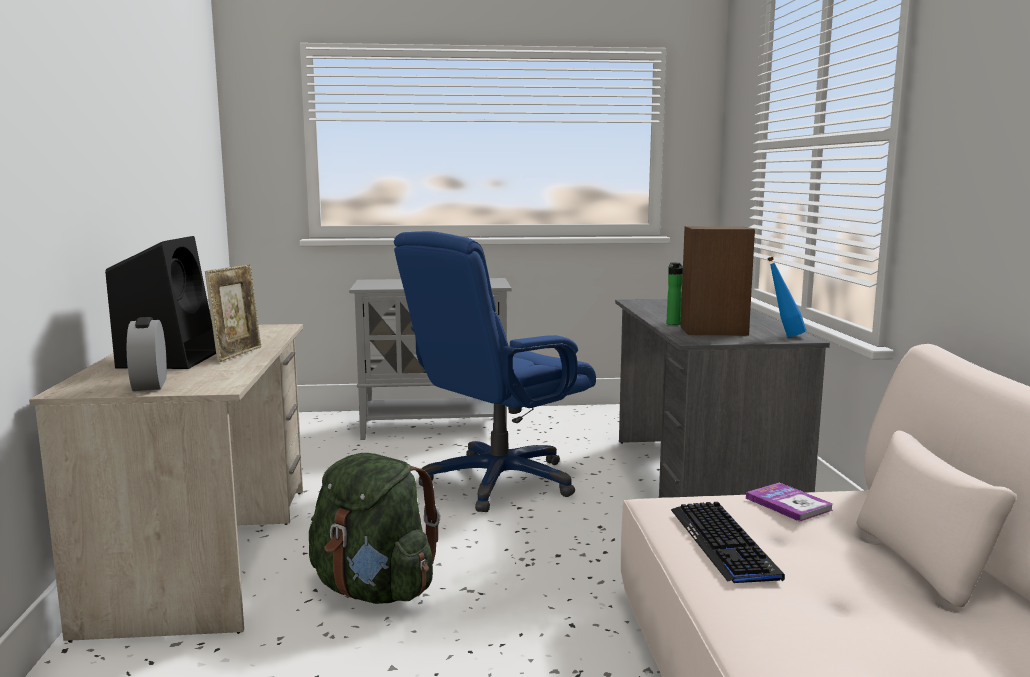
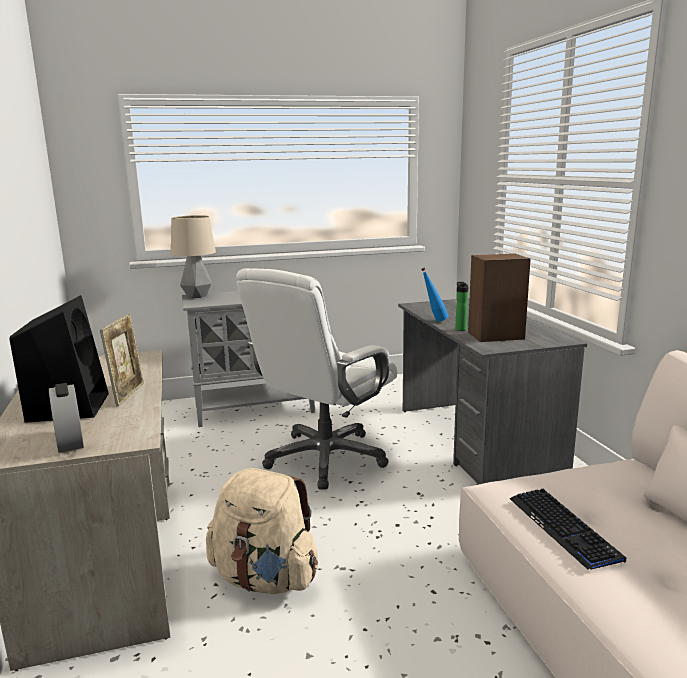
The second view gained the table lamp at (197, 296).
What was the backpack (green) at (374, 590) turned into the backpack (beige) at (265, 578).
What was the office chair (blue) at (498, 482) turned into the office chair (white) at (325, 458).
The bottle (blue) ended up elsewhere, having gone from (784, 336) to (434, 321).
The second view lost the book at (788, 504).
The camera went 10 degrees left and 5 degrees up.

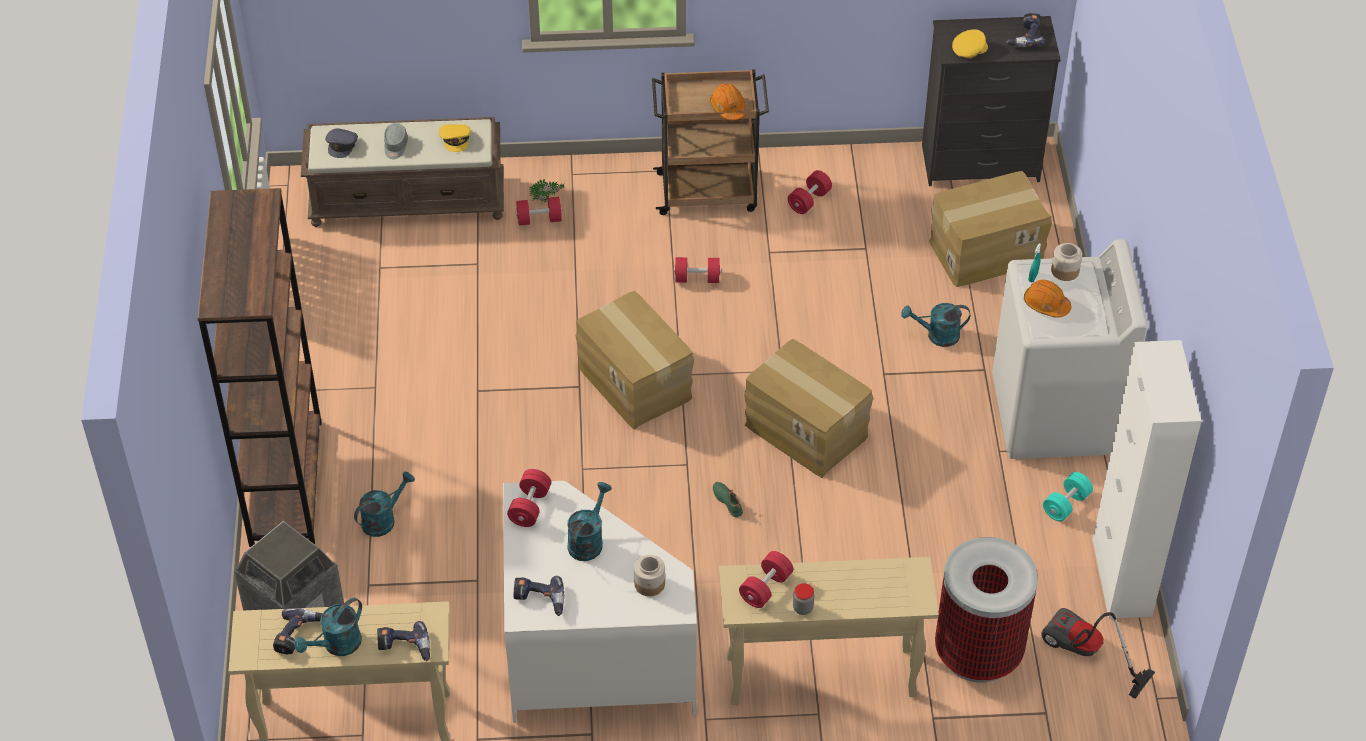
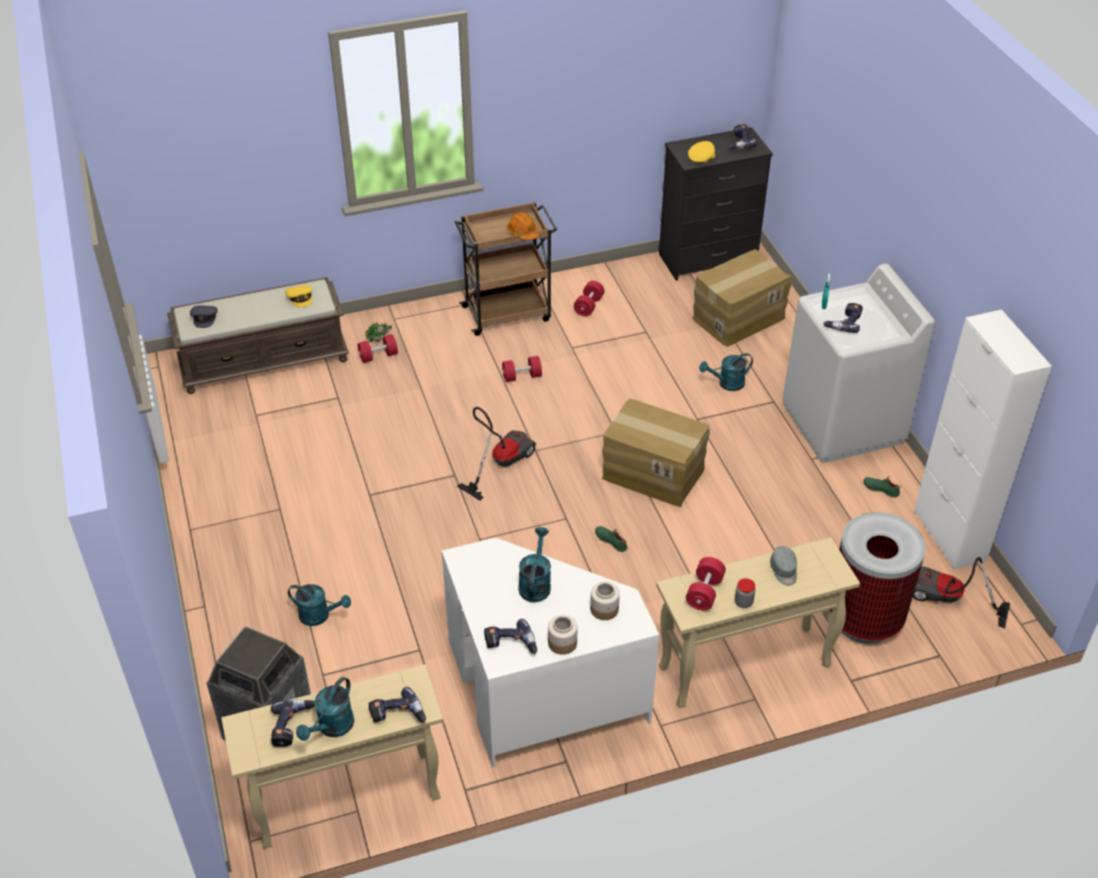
The watering can (turquoise) at (383, 519) ended up facing another way, 75 degrees clockwise from before.
Where the cardboard box stood at (636, 382), the vacuum cleaner came to stand at (500, 463).
The jar ended up elsewhere, having gone from (1064, 271) to (562, 643).
The cap (grey) ended up elsewhere, having gone from (395, 146) to (784, 571).
Where the hard hat (orange) stood at (1046, 304), the power drill came to stand at (843, 323).
Where the dumbbell (turquoise) stood at (1066, 505), the shoe (green) came to stand at (881, 489).
The second view lost the bookcase (brown) at (286, 482).
The second view lost the dumbbell (red) at (530, 507).
The camera went 15 degrees left and 5 degrees down.

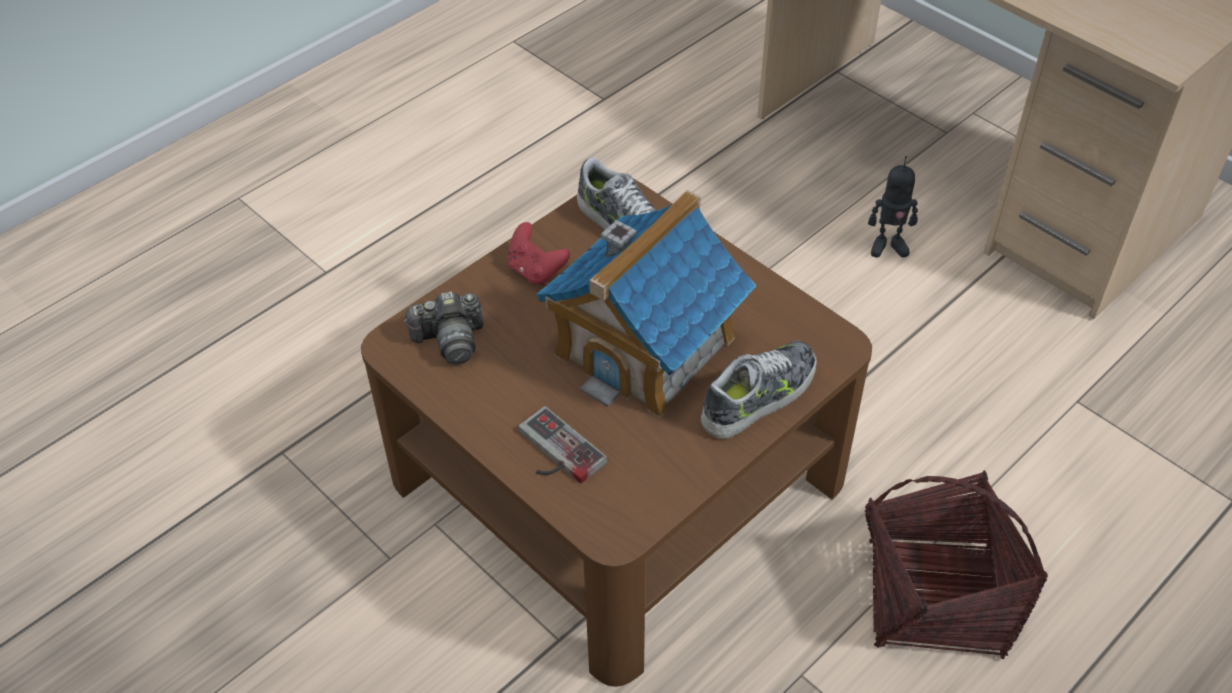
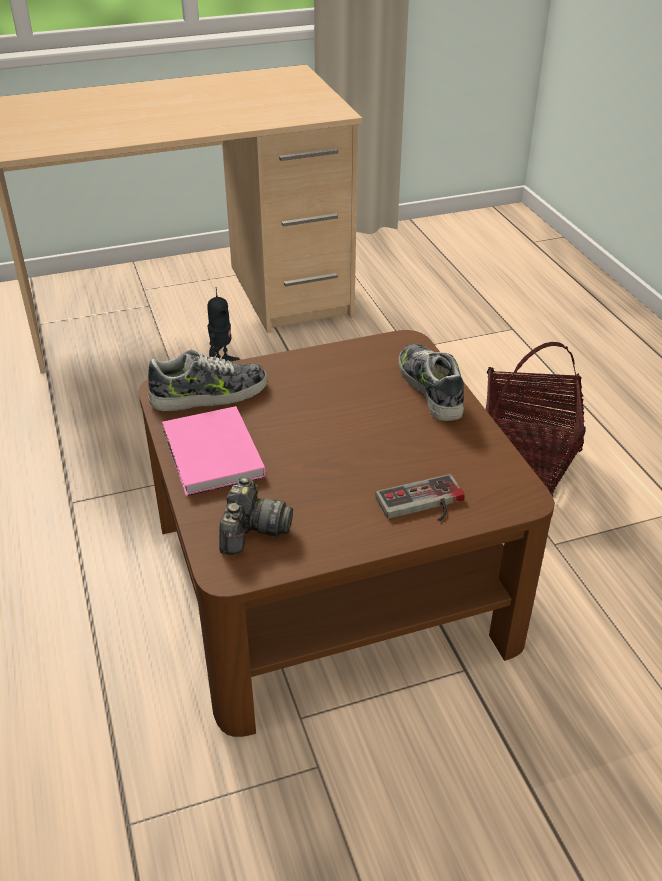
Where the game controller (red) stood at (535, 270), the book (pink) came to stand at (212, 456).
The second view lost the toy house at (646, 346).
The camera went 65 degrees left and 10 degrees down.

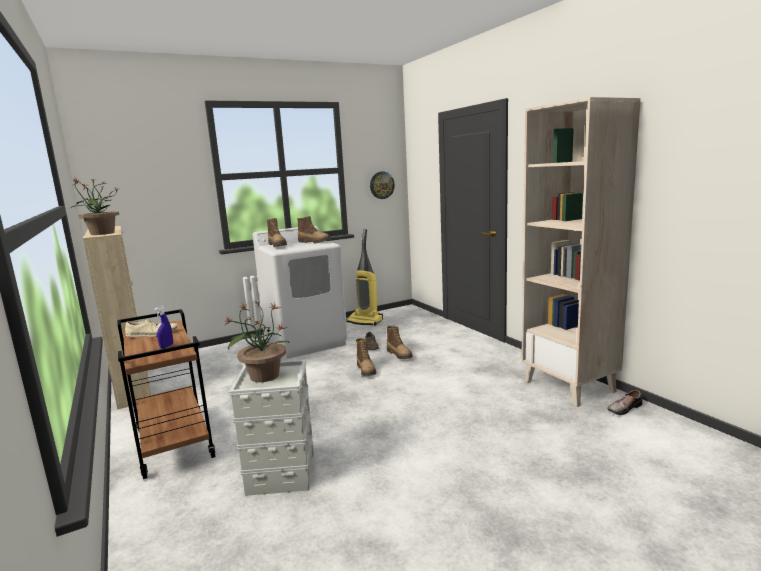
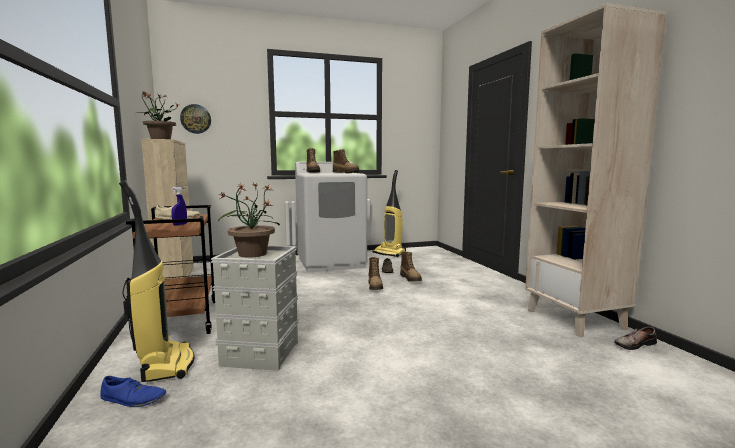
The second view gained the shoe (blue) at (133, 399).
The second view gained the vacuum cleaner at (165, 364).
The wall clock ended up elsewhere, having gone from (381, 185) to (196, 119).
The camera went 10 degrees right and 5 degrees down.

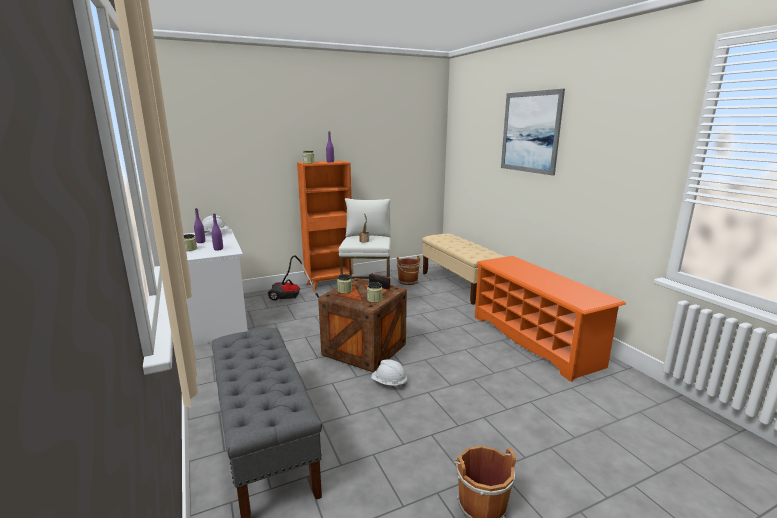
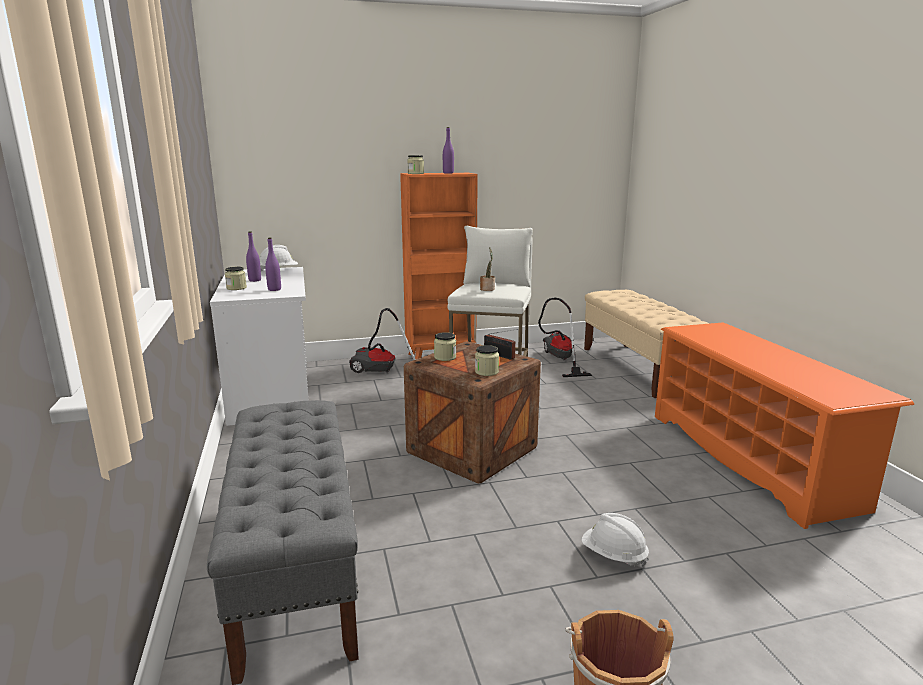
Where the bucket (brown) stood at (408, 282), the vacuum cleaner came to stand at (559, 360).
The hard hat (white) ended up elsewhere, having gone from (389, 383) to (613, 555).
The second view lost the picture at (530, 132).
The camera went 10 degrees right and 0 degrees up.

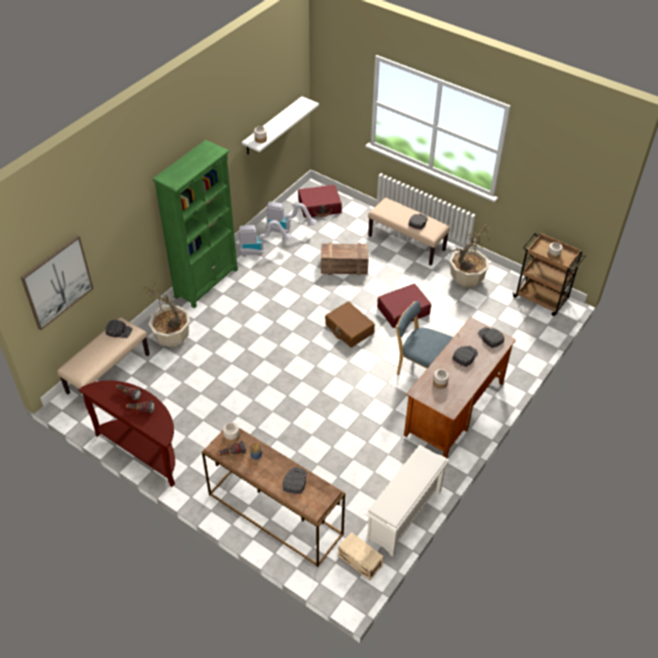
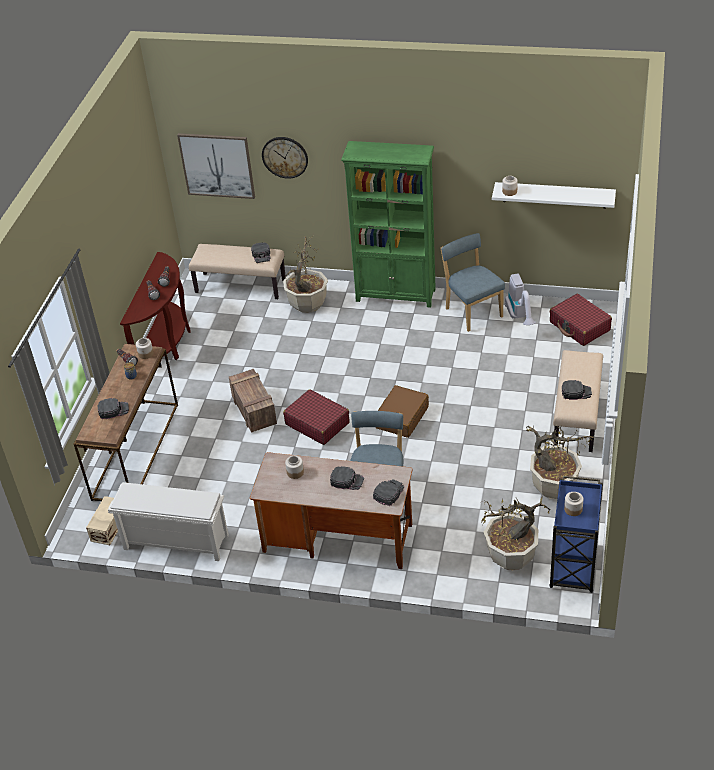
The crate ended up elsewhere, having gone from (345, 267) to (254, 410).
The second view gained the wall clock at (285, 157).
The suitcase (red) ended up elsewhere, having gone from (403, 311) to (317, 423).
Where the vacuum cleaner stood at (261, 250), the chair (blue) came to stand at (472, 311).
The second view gained the potted plant at (510, 557).
What was the cart (brown) at (541, 298) turned into the cart (blue) at (573, 567).
The camera went 70 degrees right and 5 degrees down.

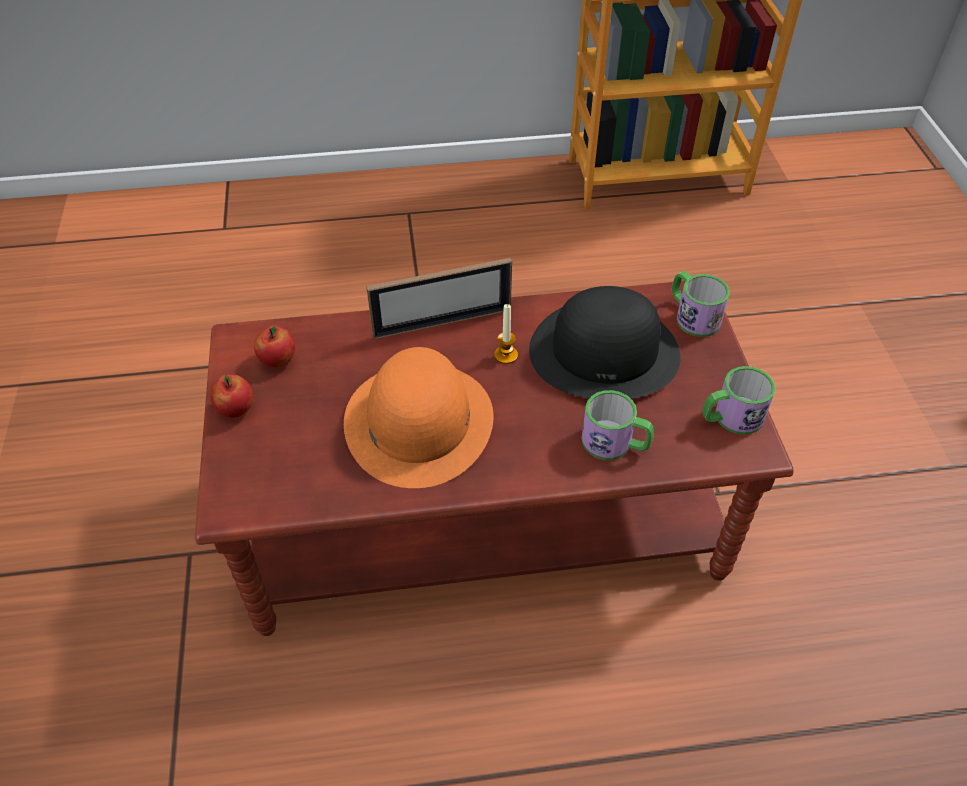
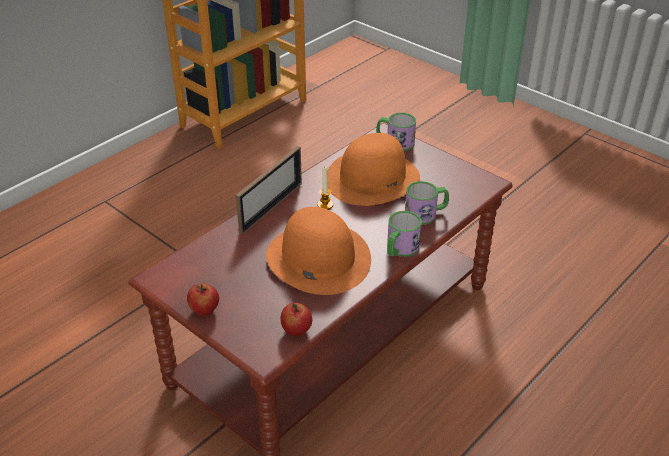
The apple ended up elsewhere, having gone from (278, 361) to (296, 330).
What was the hat (black) at (605, 351) turned into the hat (orange) at (372, 178).
The mug ended up elsewhere, having gone from (731, 418) to (400, 249).
The camera went 40 degrees left and 10 degrees down.

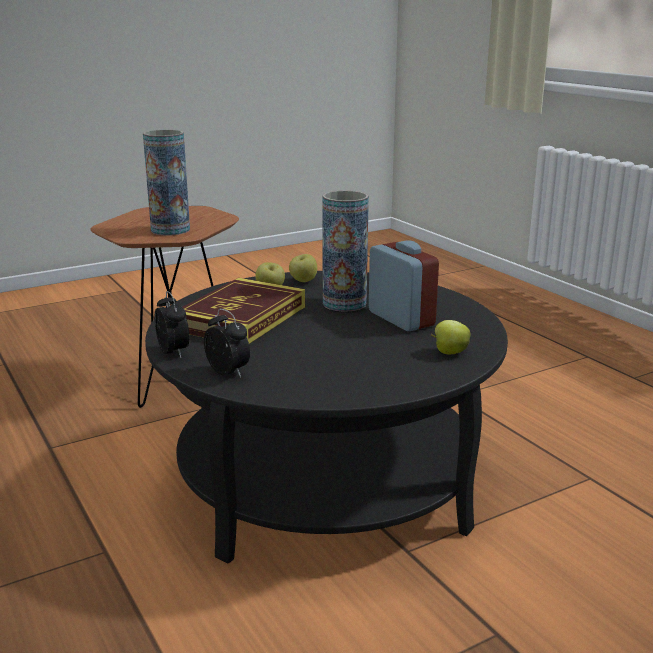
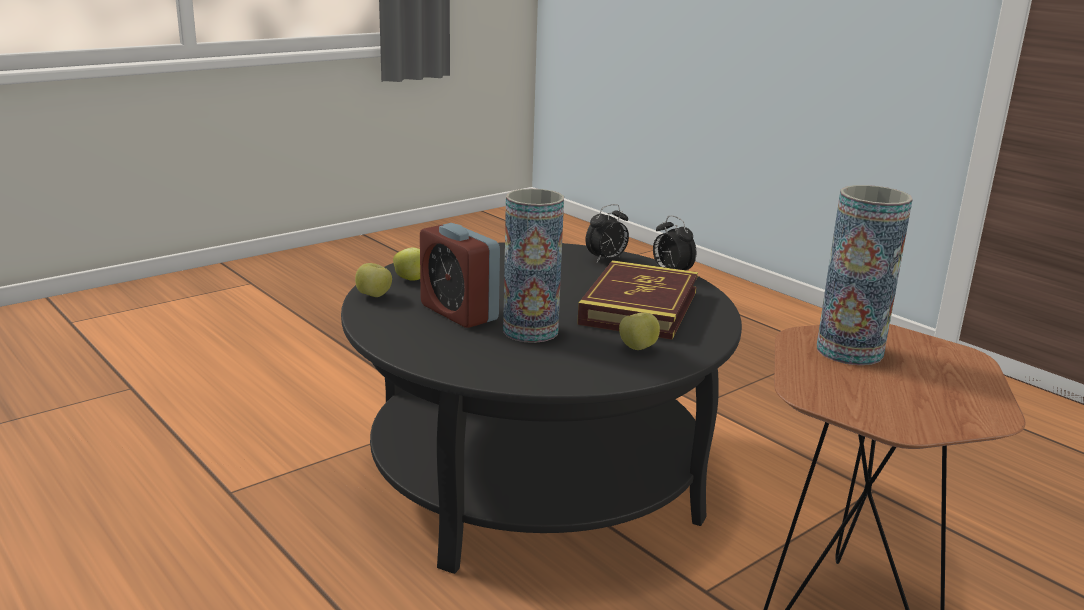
The apple ended up elsewhere, having gone from (303, 281) to (374, 296).
The alarm clock at (229, 373) ended up facing another way, 75 degrees counterclockwise from before.
The camera went 170 degrees right and 0 degrees up.

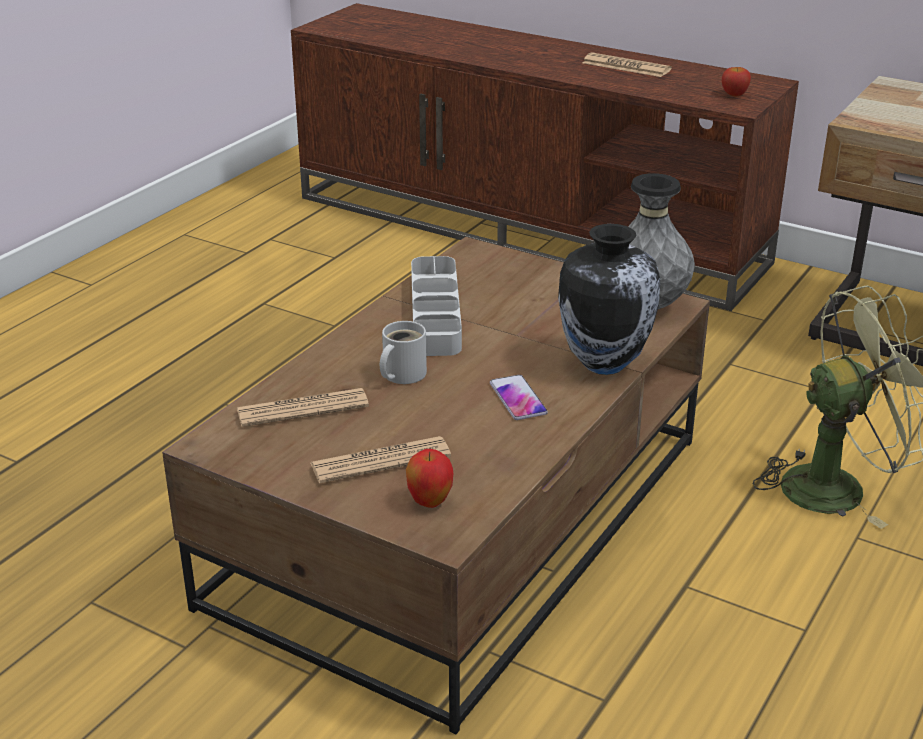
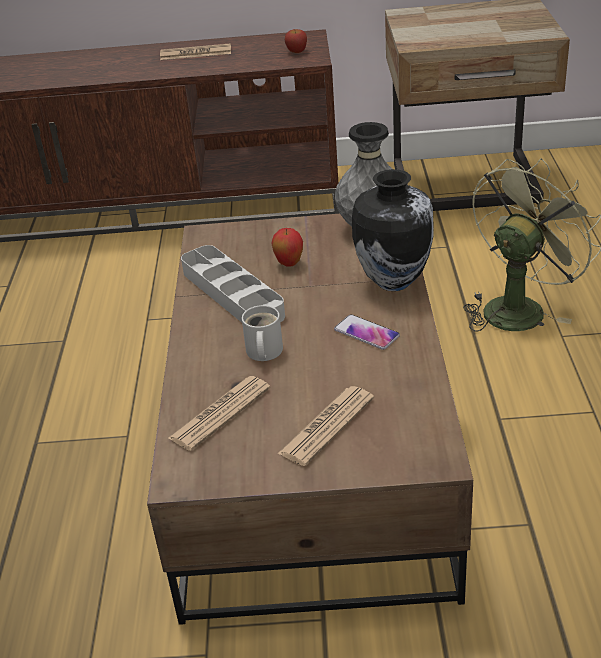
The apple ended up elsewhere, having gone from (430, 502) to (289, 264).
The camera went 30 degrees left and 5 degrees up.

